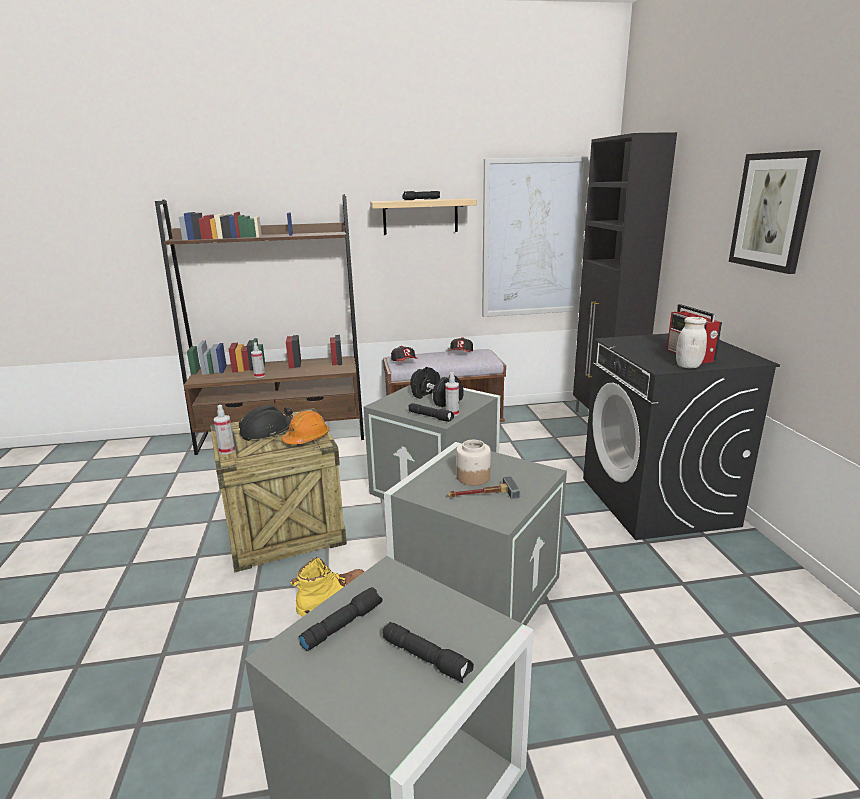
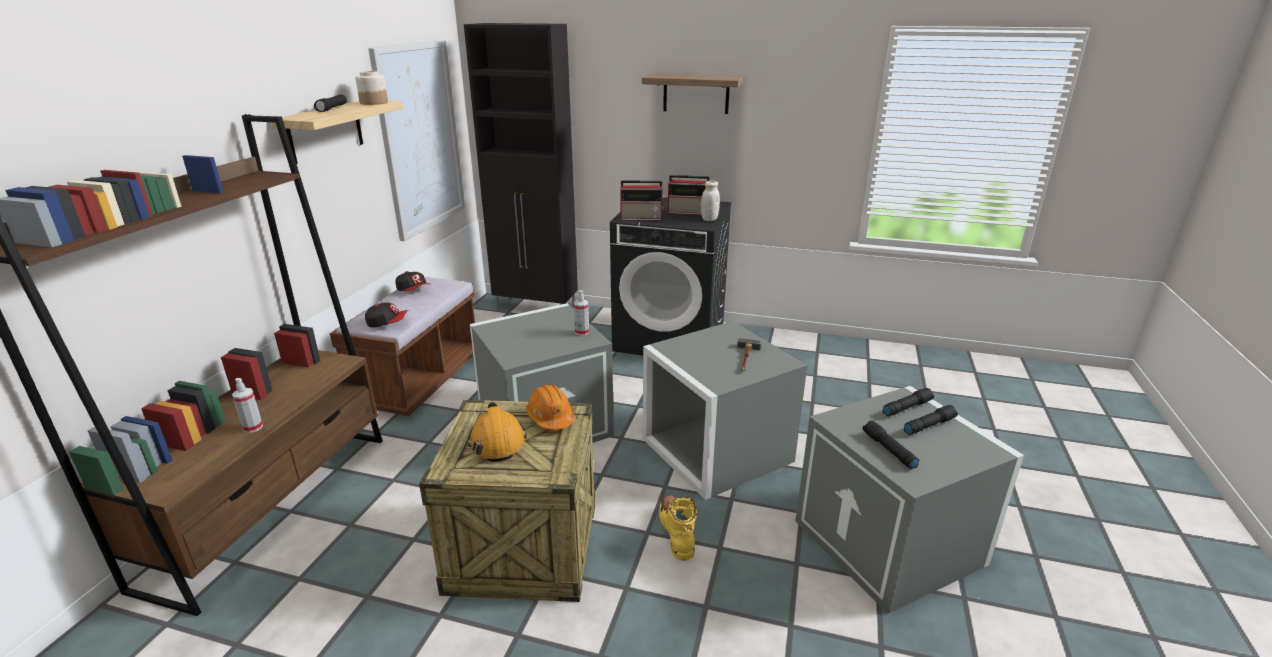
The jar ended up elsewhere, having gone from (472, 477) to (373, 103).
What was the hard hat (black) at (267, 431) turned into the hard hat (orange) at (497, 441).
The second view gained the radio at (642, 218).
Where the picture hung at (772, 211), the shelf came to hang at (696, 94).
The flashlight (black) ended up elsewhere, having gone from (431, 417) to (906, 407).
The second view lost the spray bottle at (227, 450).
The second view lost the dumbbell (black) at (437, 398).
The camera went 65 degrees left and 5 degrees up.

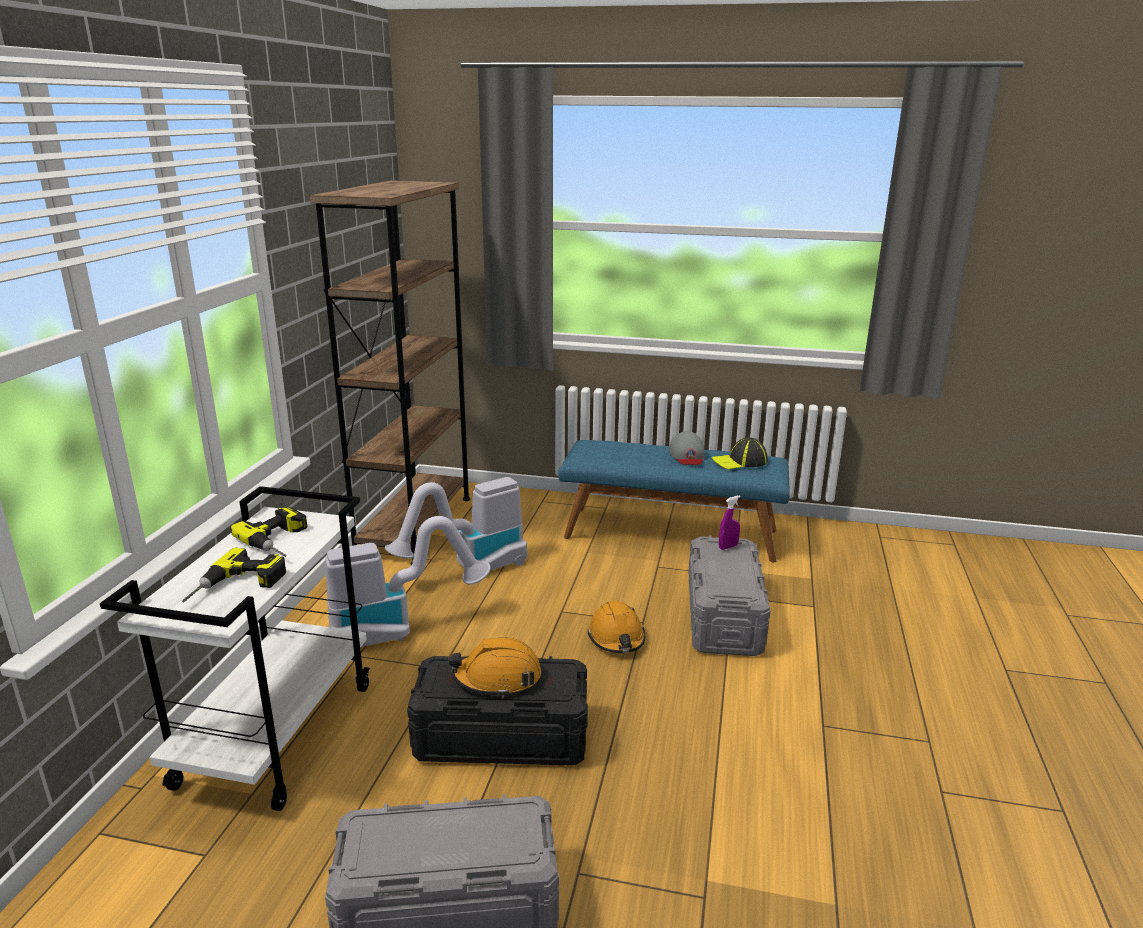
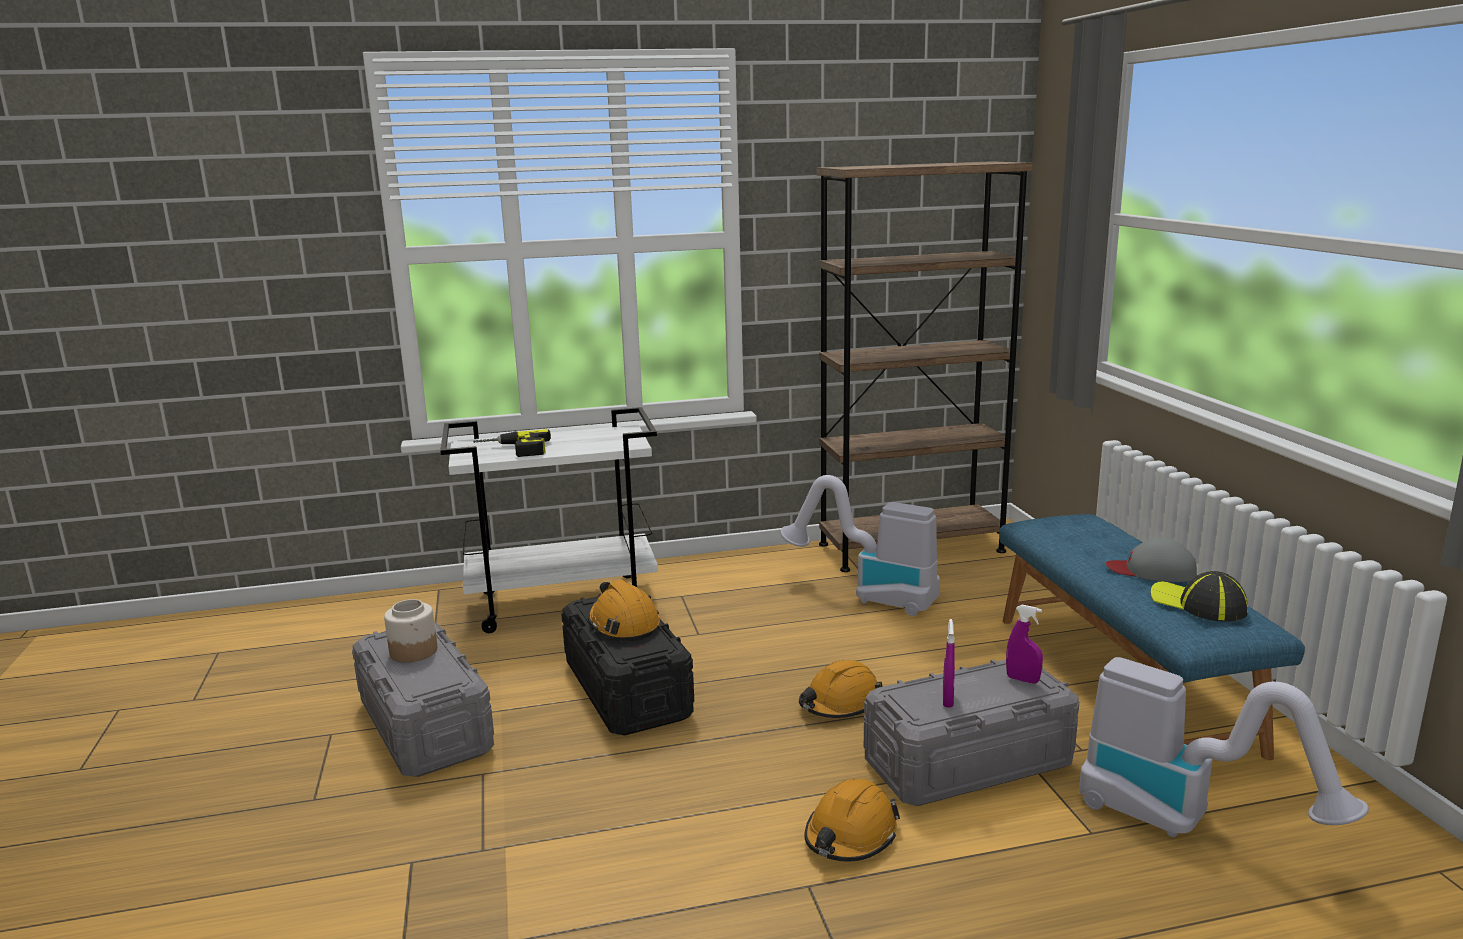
The second view gained the jar at (414, 651).
The second view gained the hard hat (orange) at (850, 836).
The second view gained the spray bottle (purple) at (947, 700).
The vacuum cleaner ended up elsewhere, having gone from (399, 629) to (1186, 822).
The cap (grey) at (687, 455) ended up facing another way, 45 degrees clockwise from before.
The second view lost the power drill at (282, 540).
The camera went 65 degrees right and 5 degrees down.

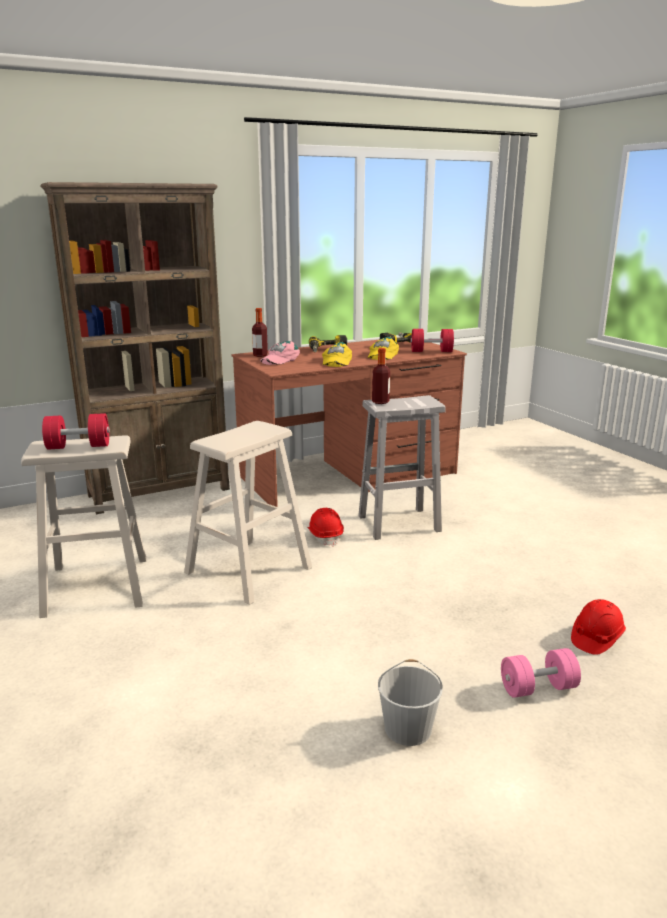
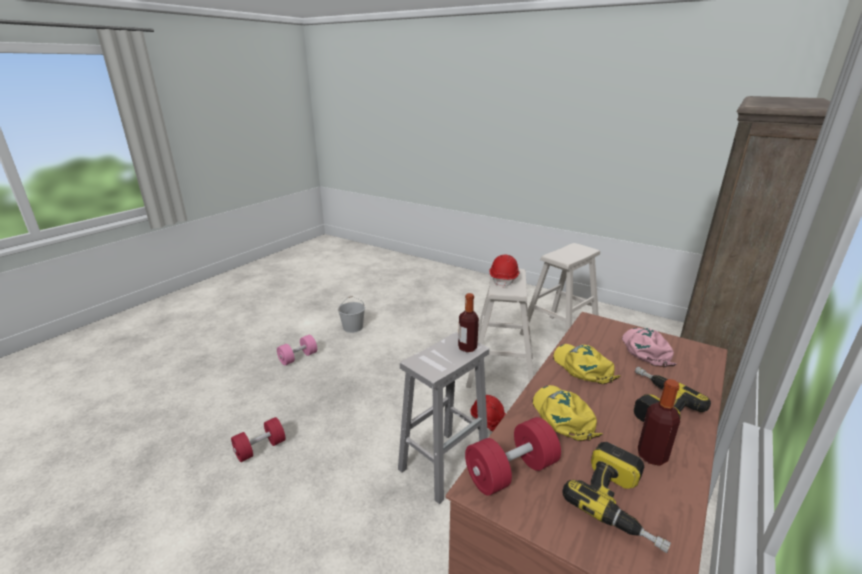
The dumbbell (red) ended up elsewhere, having gone from (78, 446) to (260, 448).
The hard hat (red) ended up elsewhere, having gone from (596, 638) to (504, 279).
The bottle ended up elsewhere, having gone from (260, 355) to (652, 456).
The camera went 150 degrees right and 5 degrees up.

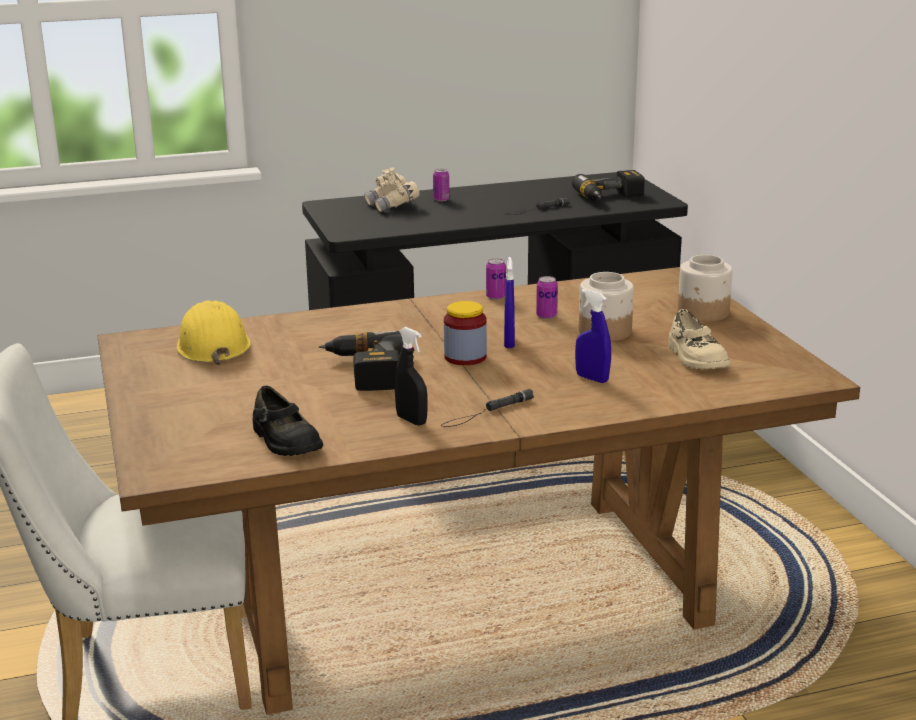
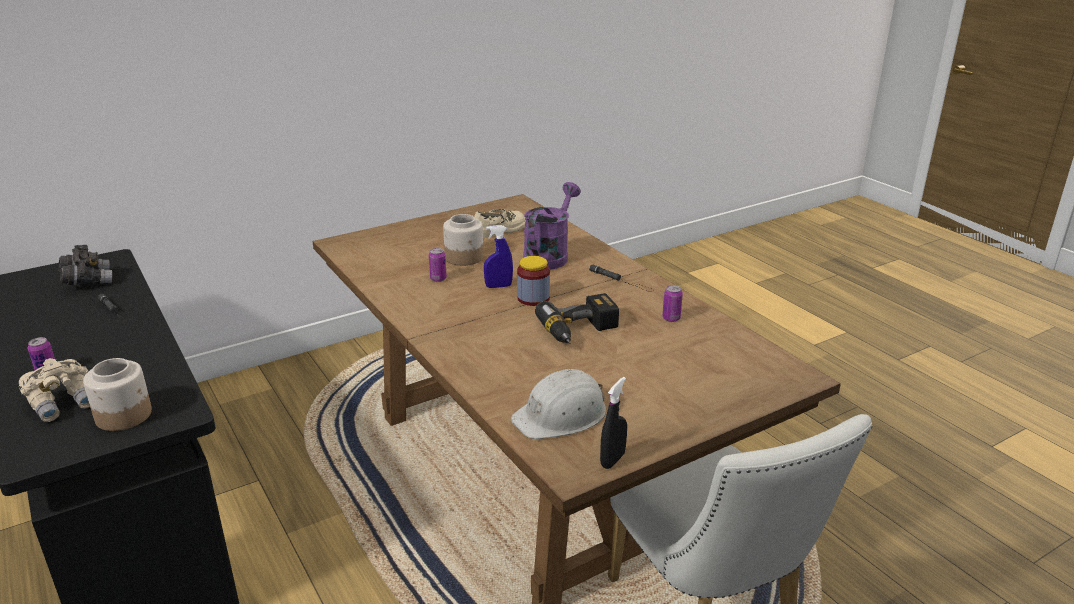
Where the power drill stood at (610, 198), the binoculars (grey) came to stand at (87, 281).
The jar ended up elsewhere, having gone from (703, 313) to (124, 415).
What was the hard hat (yellow) at (212, 345) turned into the hard hat (white) at (561, 415).
Where the spray bottle (blue) stood at (592, 378), the watering can (purple) came to stand at (549, 255).
The spray bottle (black) ended up elsewhere, having gone from (411, 420) to (612, 460).
The can ended up elsewhere, having gone from (496, 297) to (671, 318).
The second view lost the shoe (black) at (285, 441).
The camera went 105 degrees left and 5 degrees up.

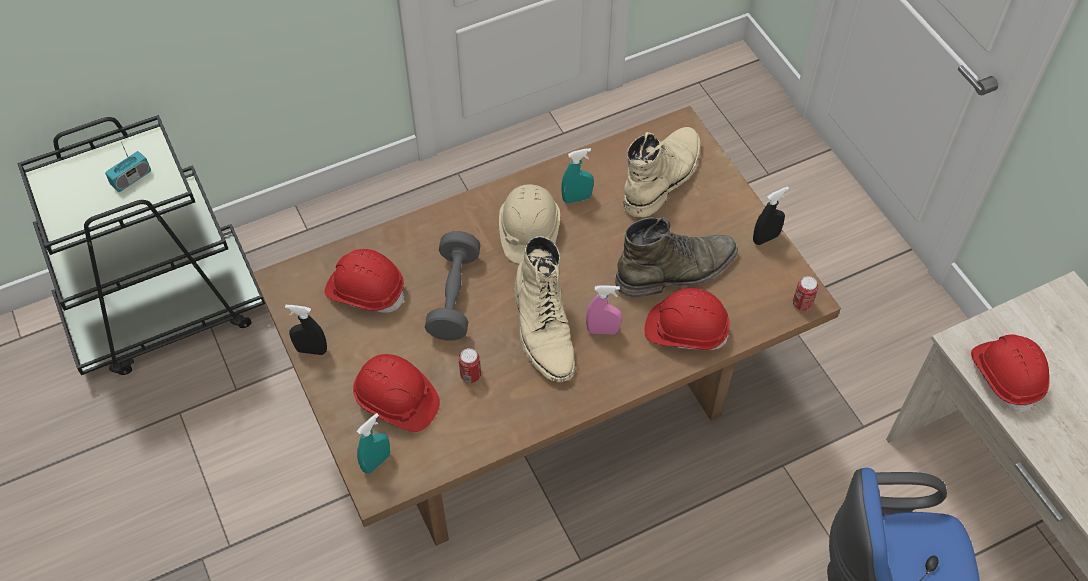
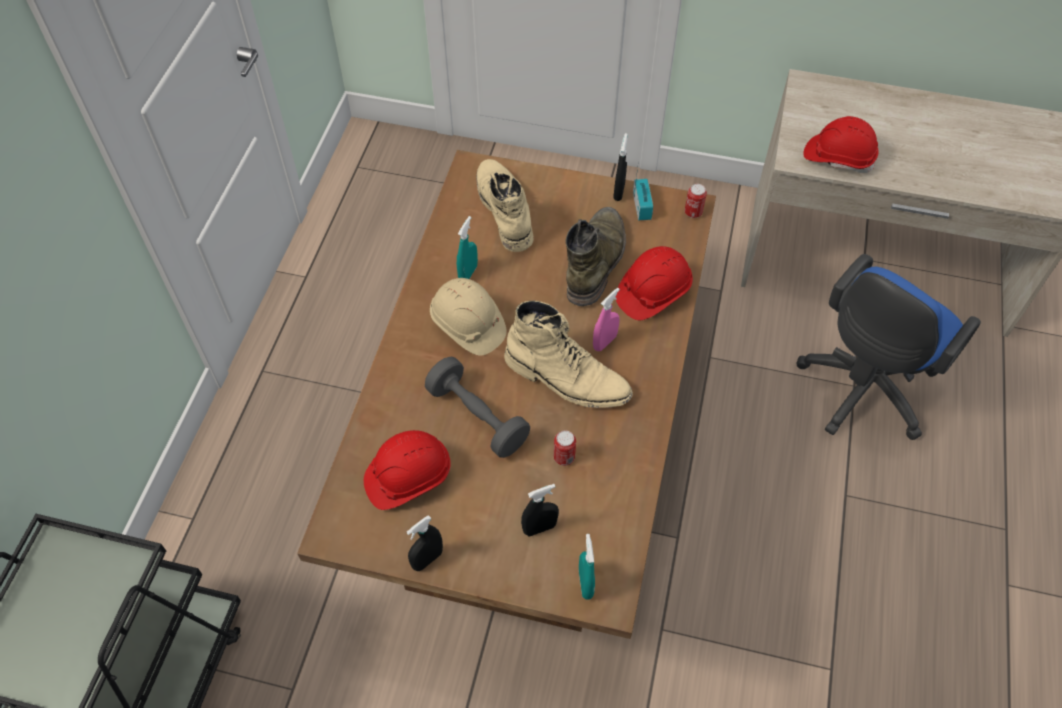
Where the hard hat (red) stood at (396, 401), the spray bottle (black) came to stand at (539, 528).
The radio ended up elsewhere, having gone from (131, 178) to (642, 206).
The camera went 50 degrees left and 0 degrees up.

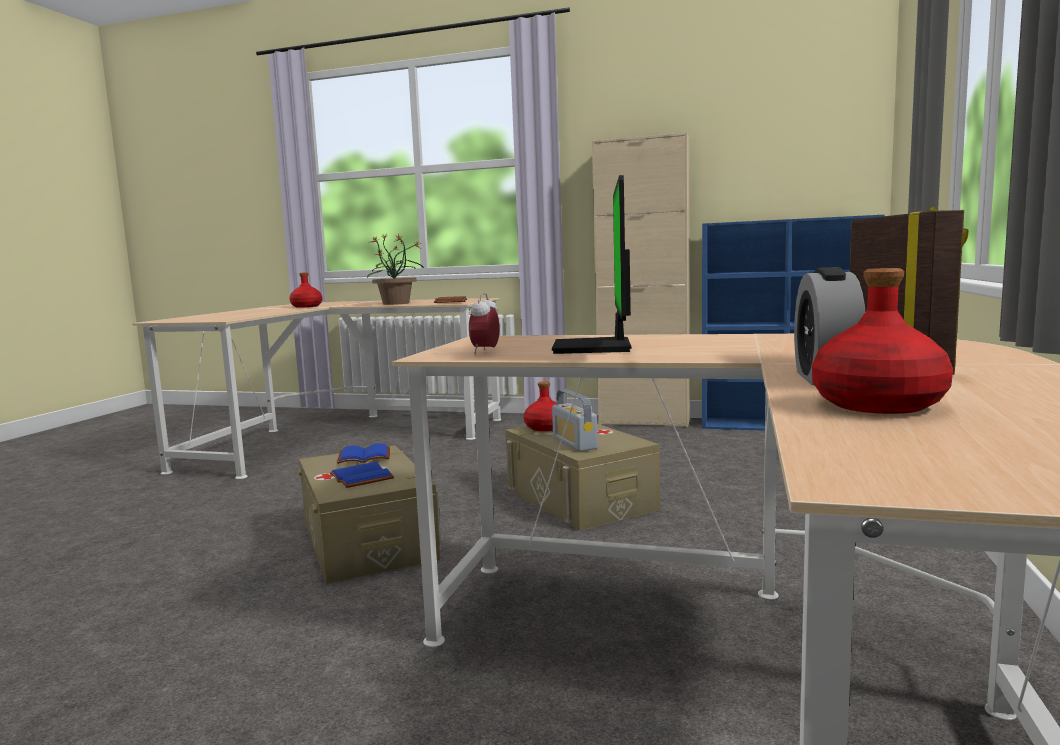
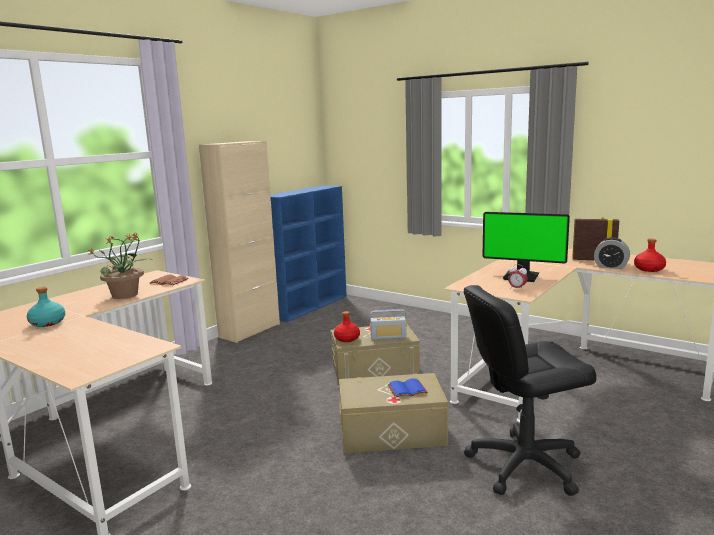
What was the bottle (red) at (306, 306) turned into the bottle (turquoise) at (47, 323).
The second view gained the office chair (black) at (524, 465).
The second view lost the book (blue) at (365, 456).
The camera went 70 degrees left and 5 degrees up.

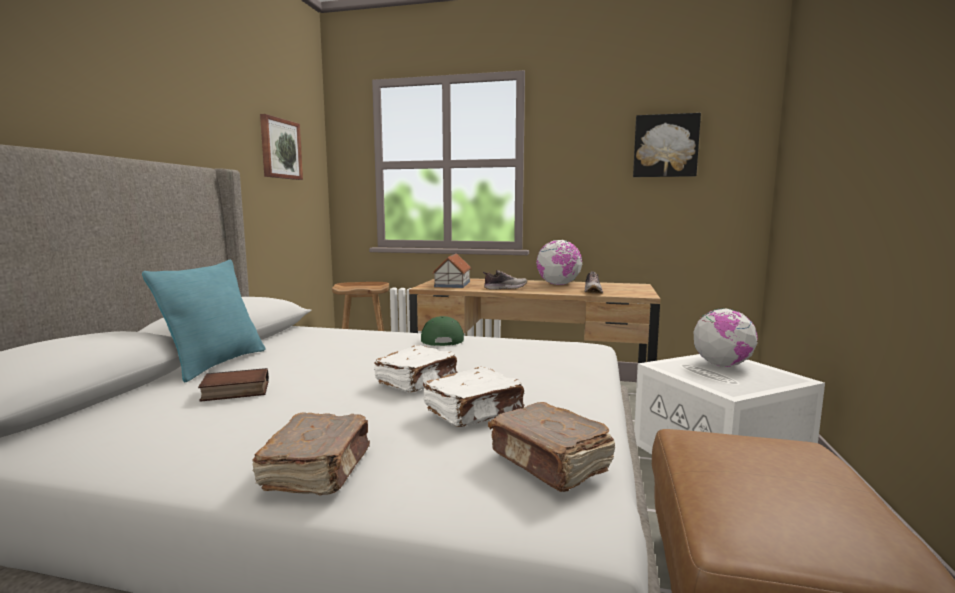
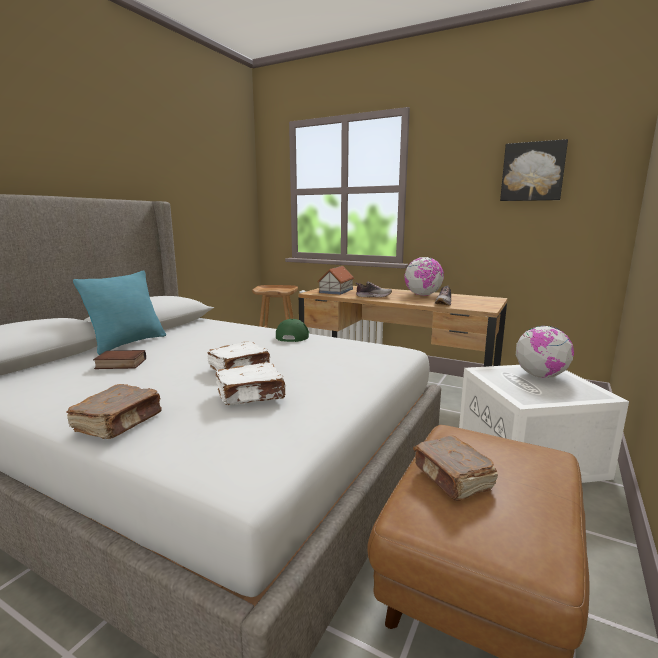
The book (brown) ended up elsewhere, having gone from (550, 462) to (453, 478).
The second view lost the picture at (280, 149).
The camera went 15 degrees right and 5 degrees up.

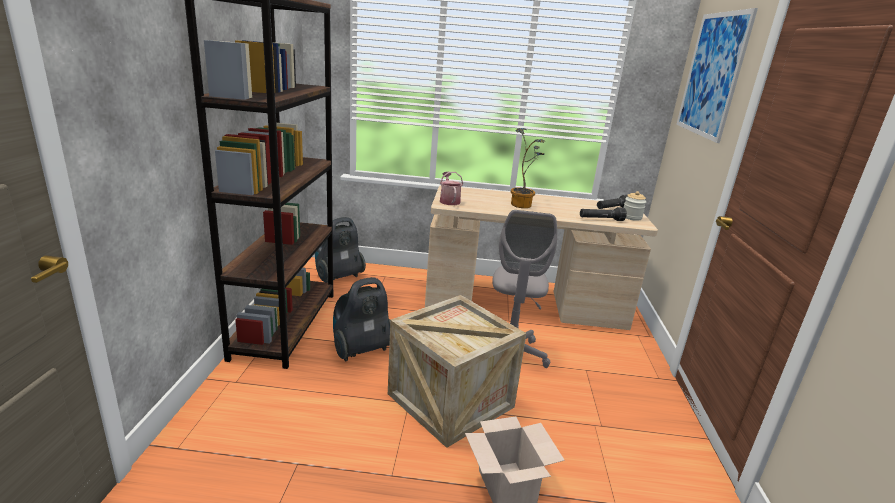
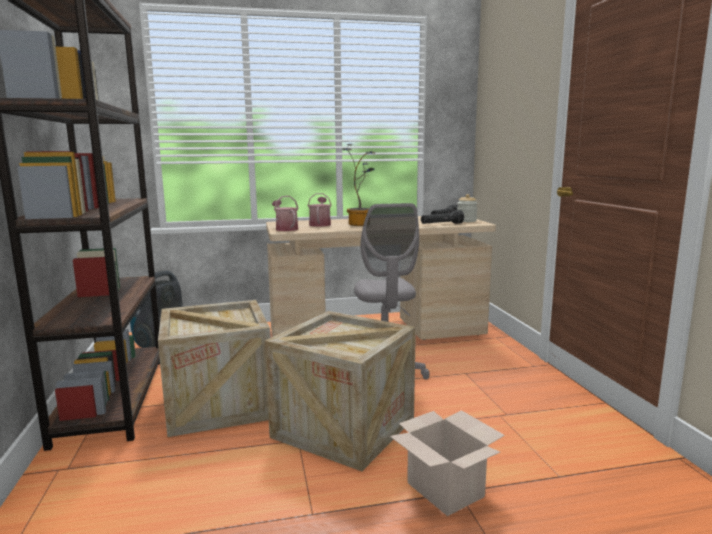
Where the vacuum cleaner stood at (361, 350), the crate came to stand at (218, 404).
The second view gained the watering can at (320, 224).
The second view lost the picture at (712, 75).
The camera went 15 degrees left and 10 degrees down.

